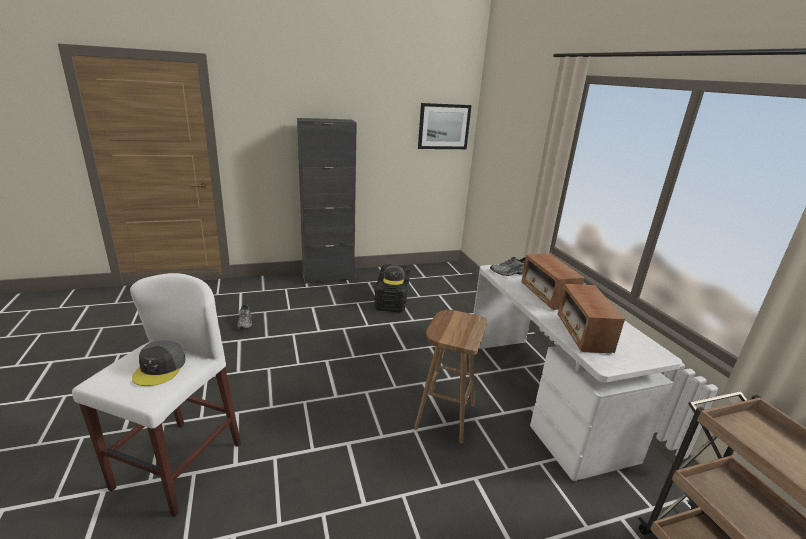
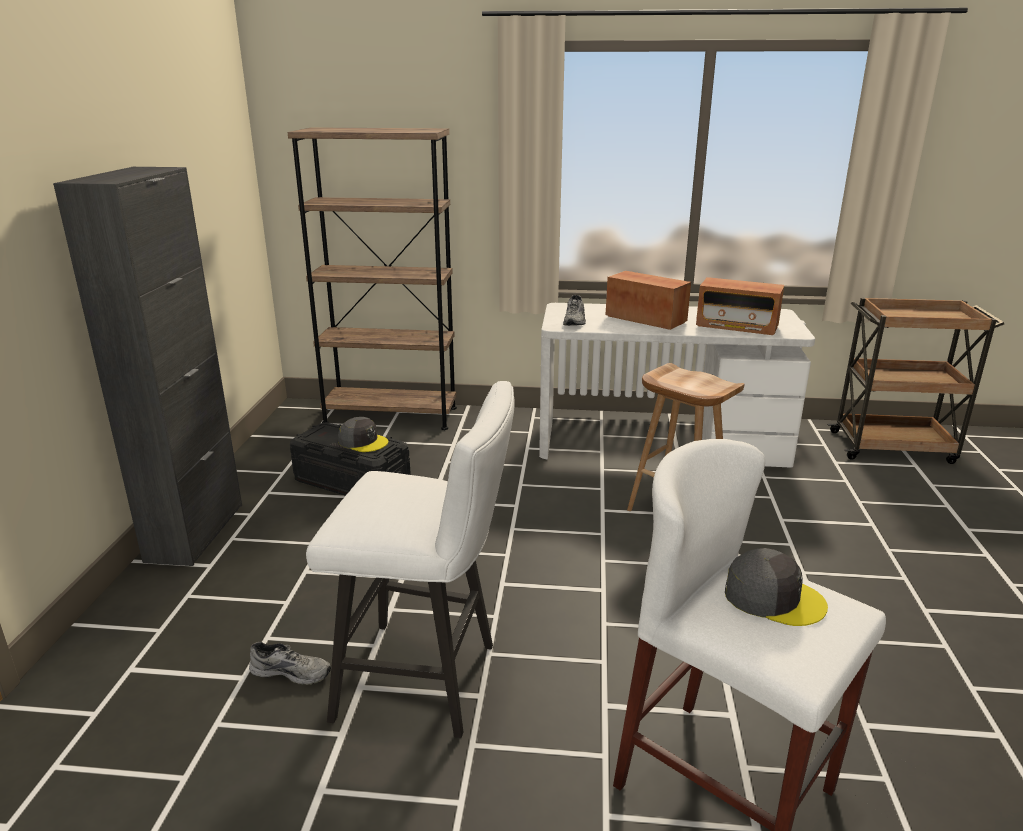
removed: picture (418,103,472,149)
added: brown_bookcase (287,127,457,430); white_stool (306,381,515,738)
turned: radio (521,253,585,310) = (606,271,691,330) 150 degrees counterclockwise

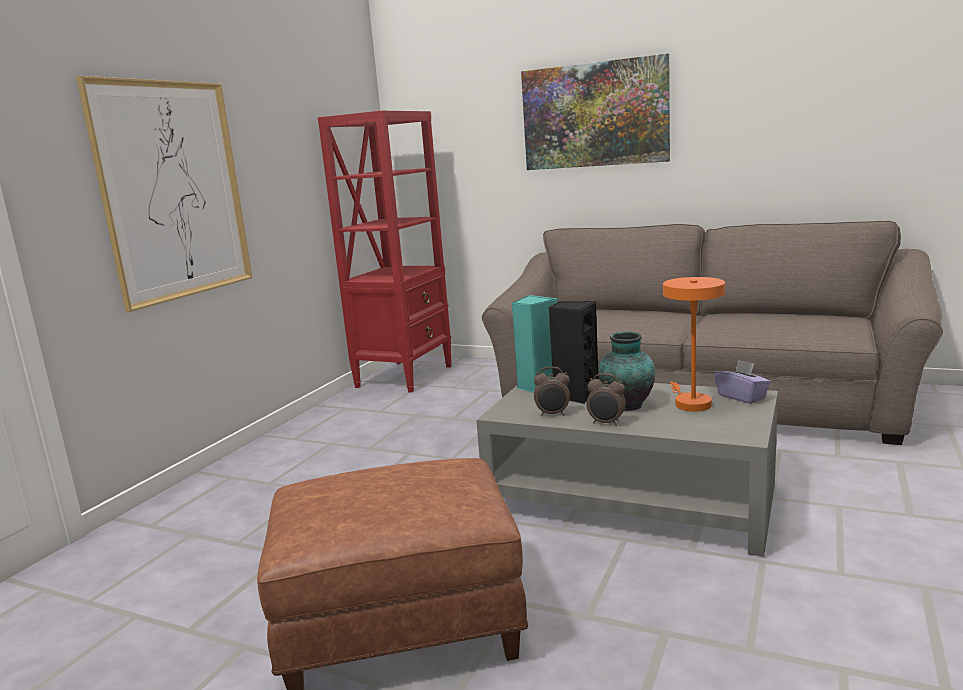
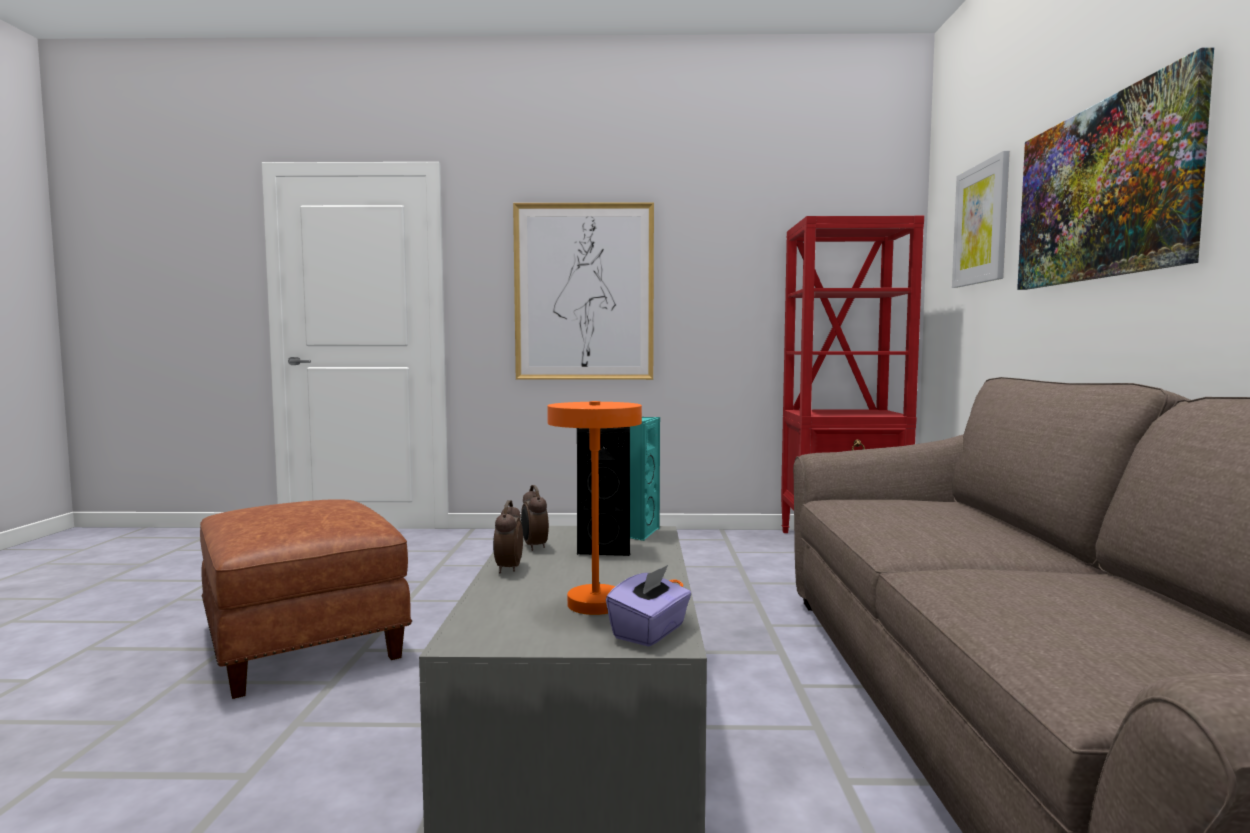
removed: vase (598,331,655,411)
added: picture (952,151,1010,288)

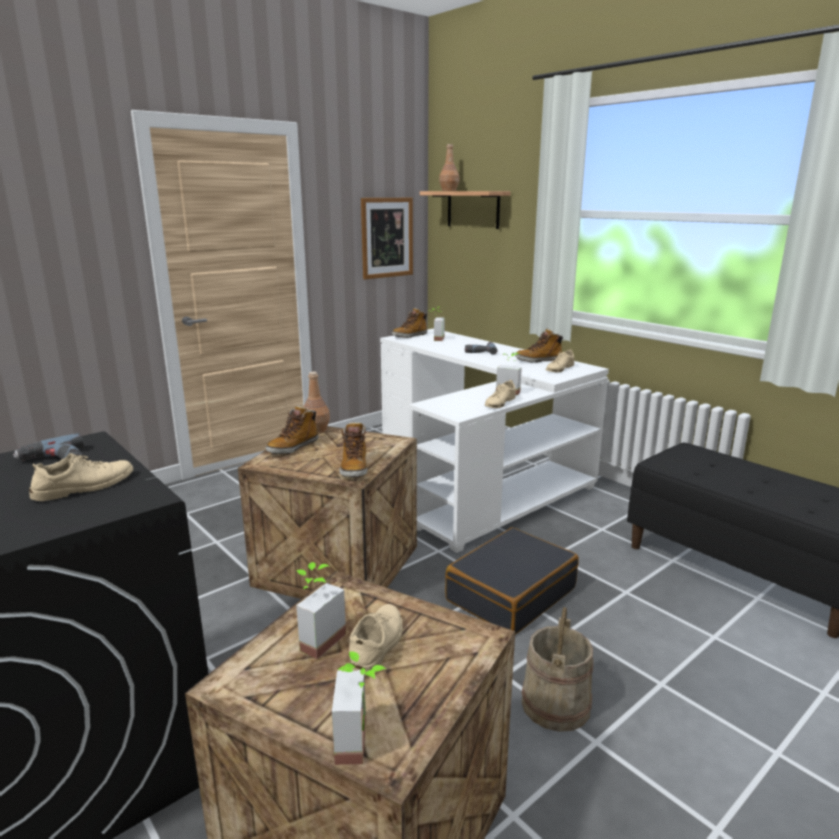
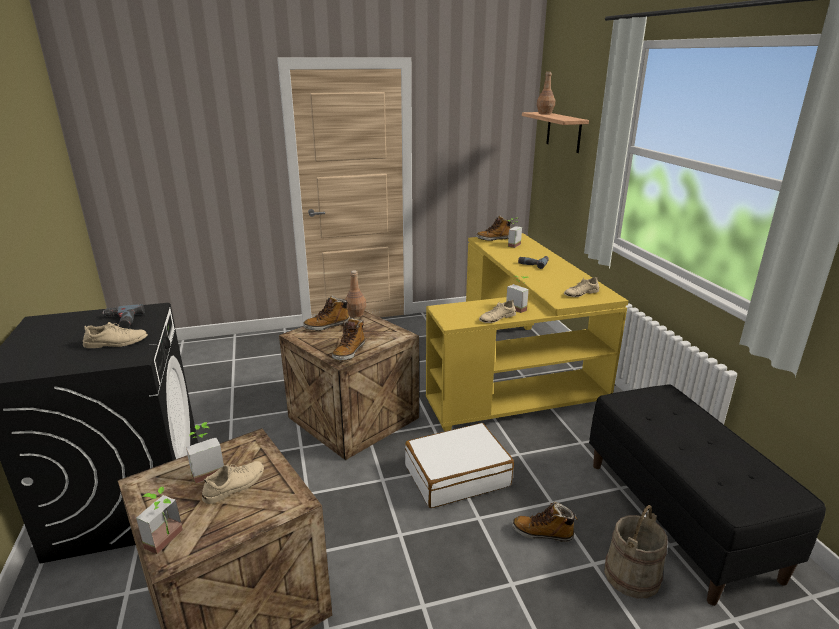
removed: picture (361,198,413,279)
moved: boot (515,328,564,363) to (512,502,578,542); beige_bucket (522,607,593,732) to (604,505,668,599)
recoloured: white_desk (380,329,609,553) to yellow_desk (426,233,628,431); black_suitcase (445,528,579,635) to white_suitcase (405,423,514,508)

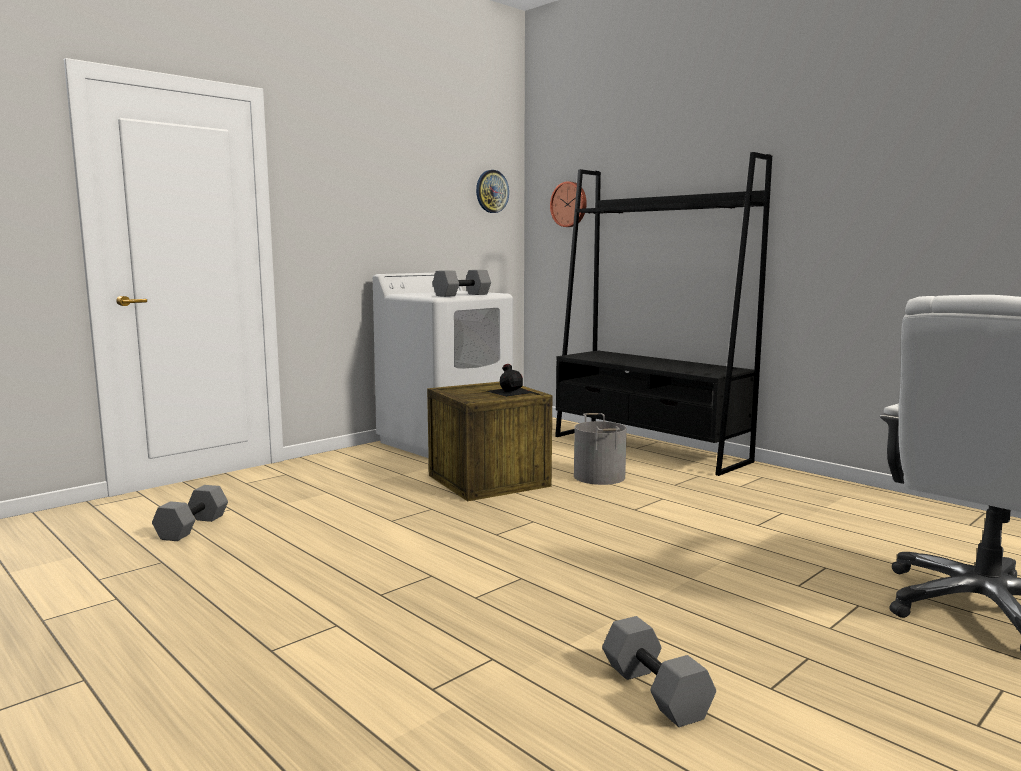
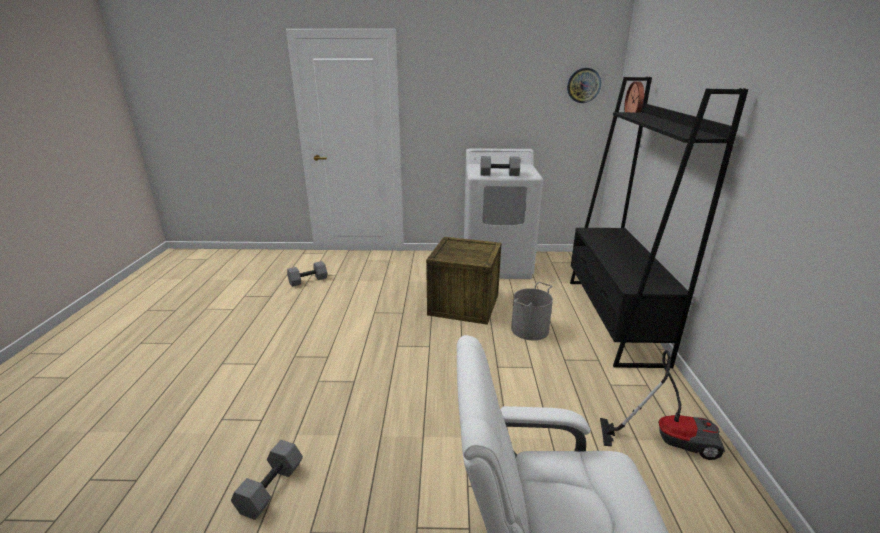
removed: black_bottle (487,364,535,397)
added: vacuum_cleaner (600,350,725,460)

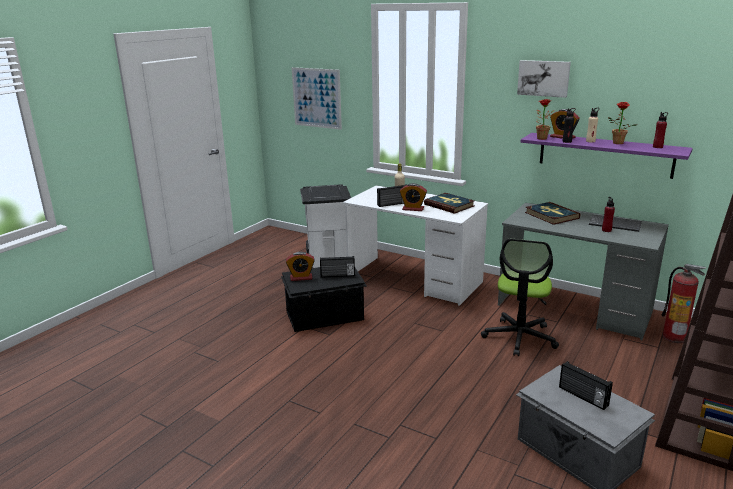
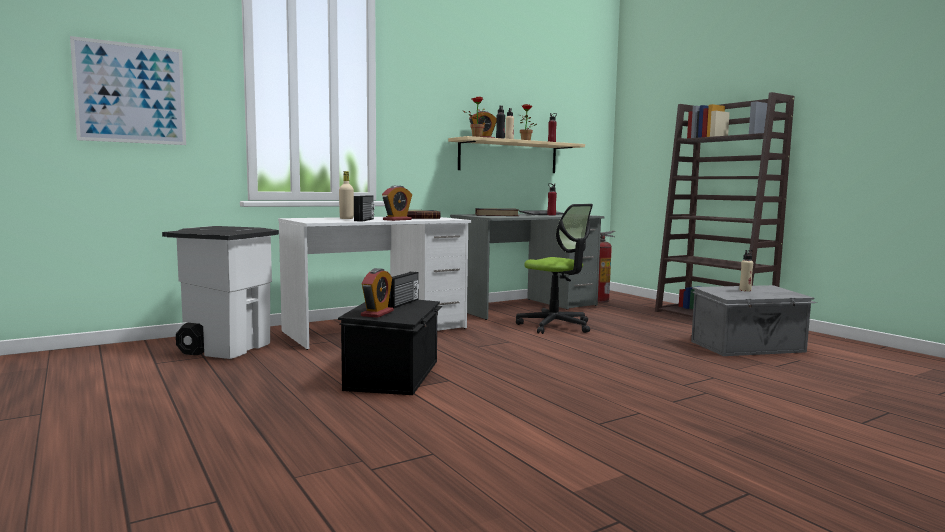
removed: picture (517,60,571,98)
replaced: radio (559,361,613,410) to beige_bottle (739,250,753,292)
recoloured: purple_shelf (521,133,693,179) to beige_shelf (448,136,585,173)

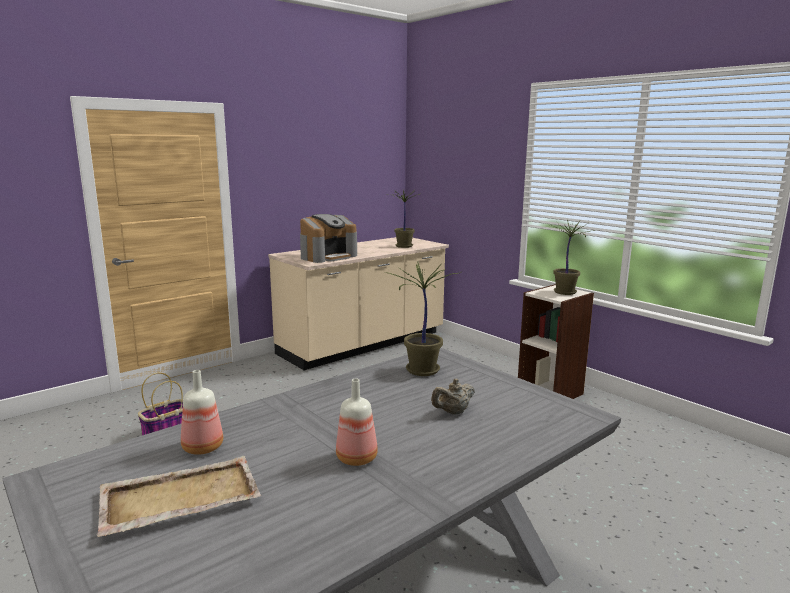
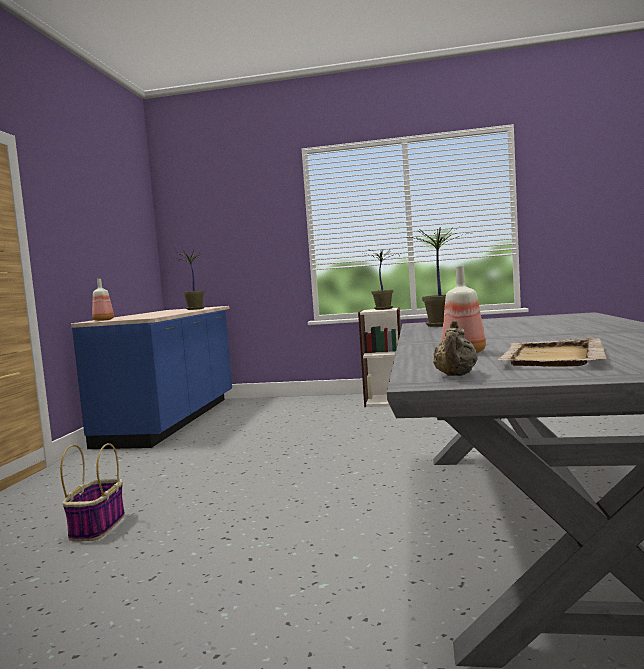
removed: coffee_machine (300,214,357,263)
moved: bottle (336,378,378,466) to (92,279,114,321); beige_teapot (431,379,475,415) to (433,320,477,376)
recoloured: beige_counter (268,237,449,370) to blue_counter (71,306,232,449)

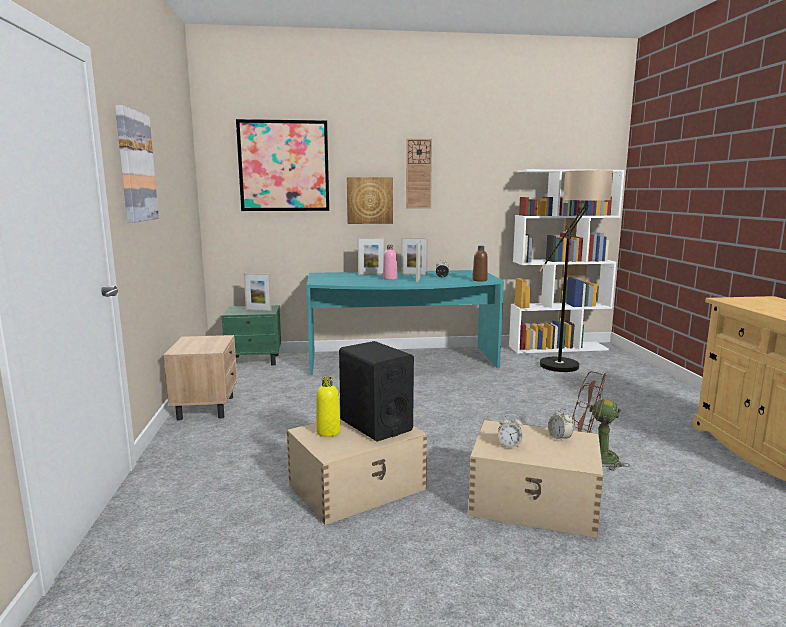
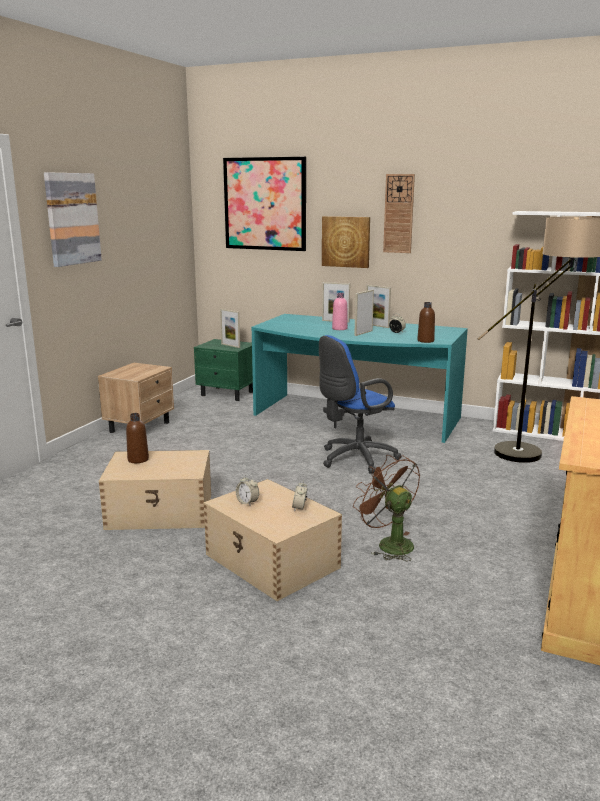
removed: black_speaker (339,341,414,442)
added: blue_office_chair (319,335,401,474)
recoloured: yellow_bottle (316,377,341,437) to brown_bottle (126,413,149,463)

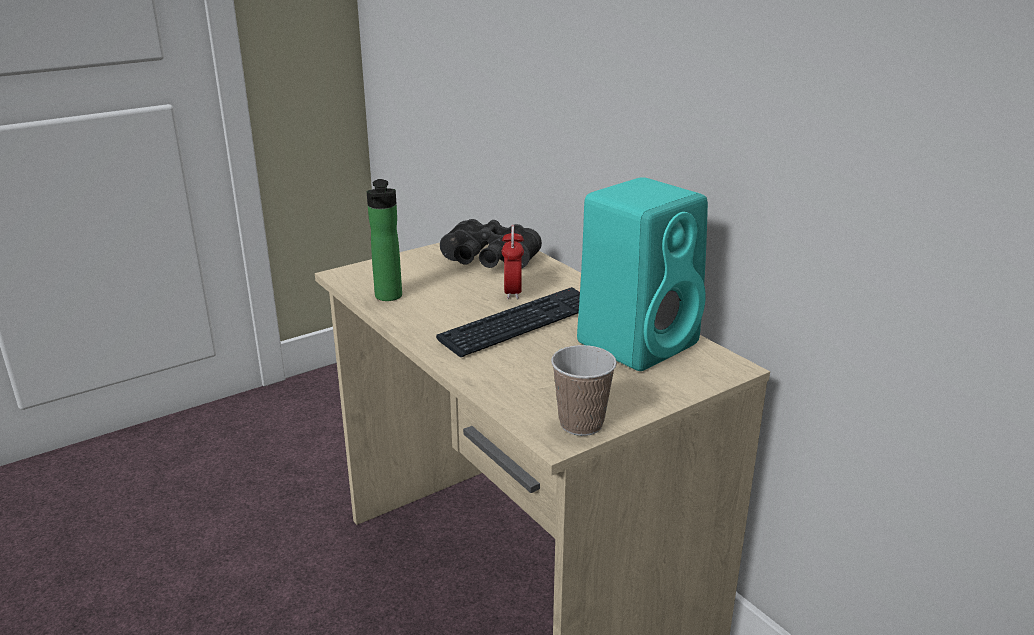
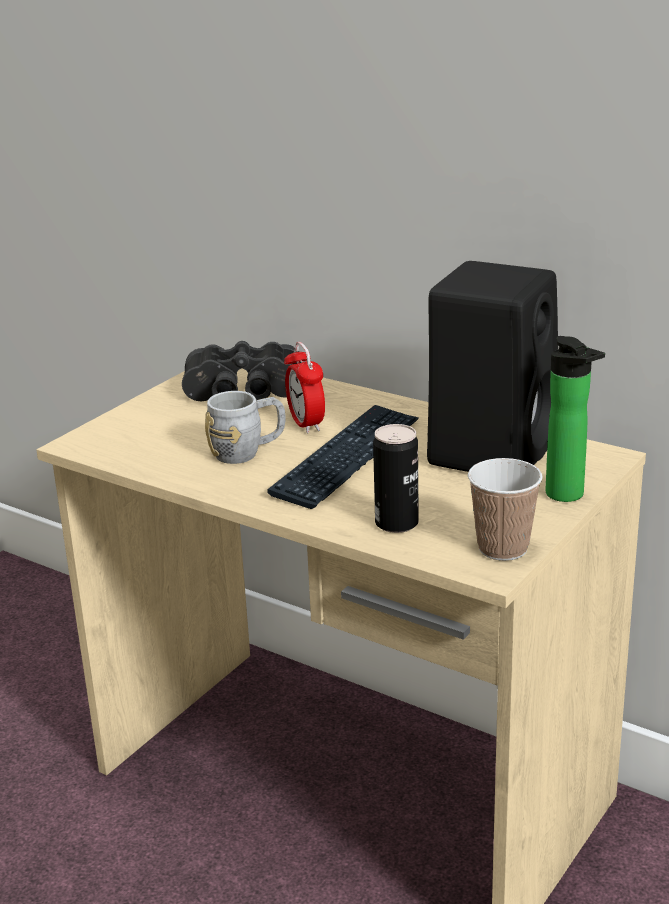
added: grey_mug (205,391,285,464); can (373,424,419,533)
moved: bottle (367,179,402,301) to (545,336,605,502)
recoloured: turquoise_speaker (577,177,708,371) to black_speaker (427,261,558,472)

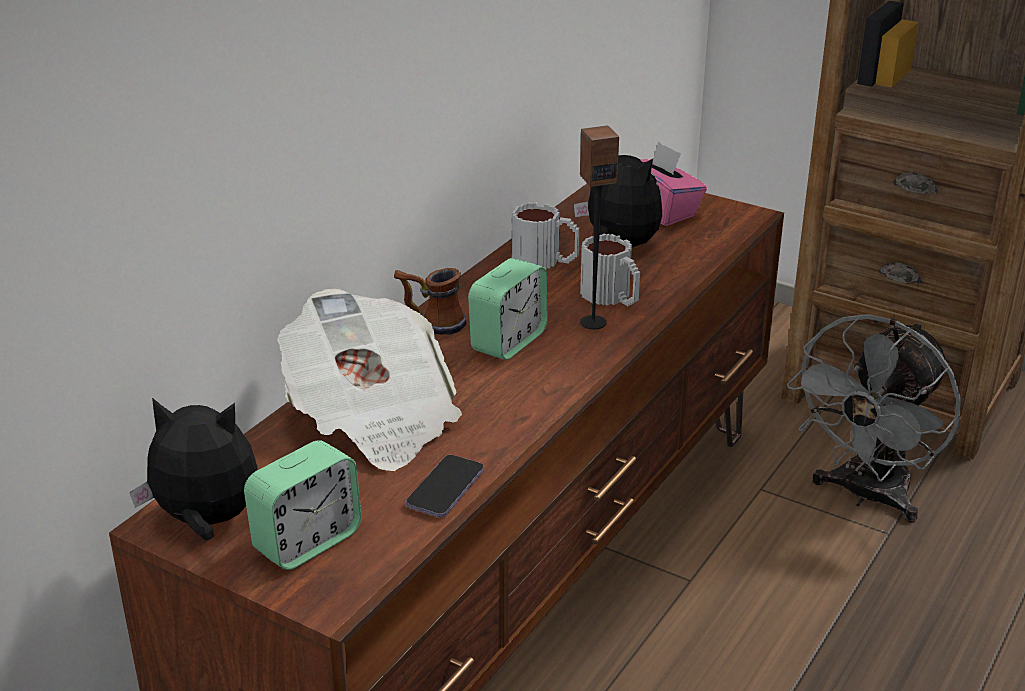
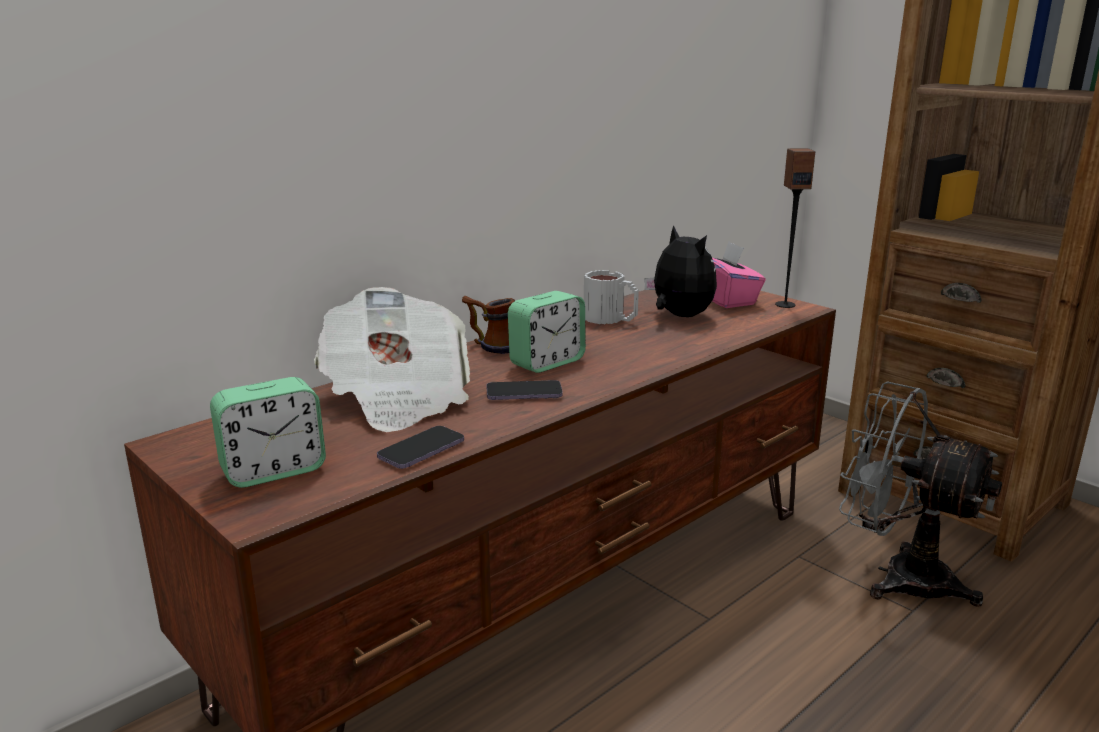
removed: mug (580,234,640,306); plush_toy (129,398,257,541)
added: phone (487,380,563,400)
moved: speaker (580,125,619,329) to (775,148,815,308)
turned: grey_fan (787,314,961,523) = (839,381,1002,607) 75 degrees clockwise

